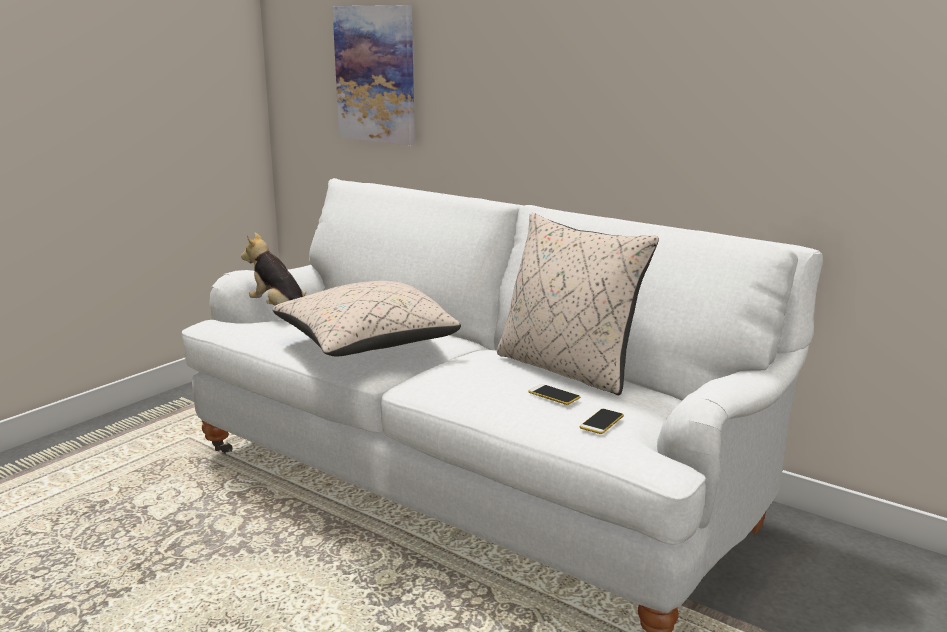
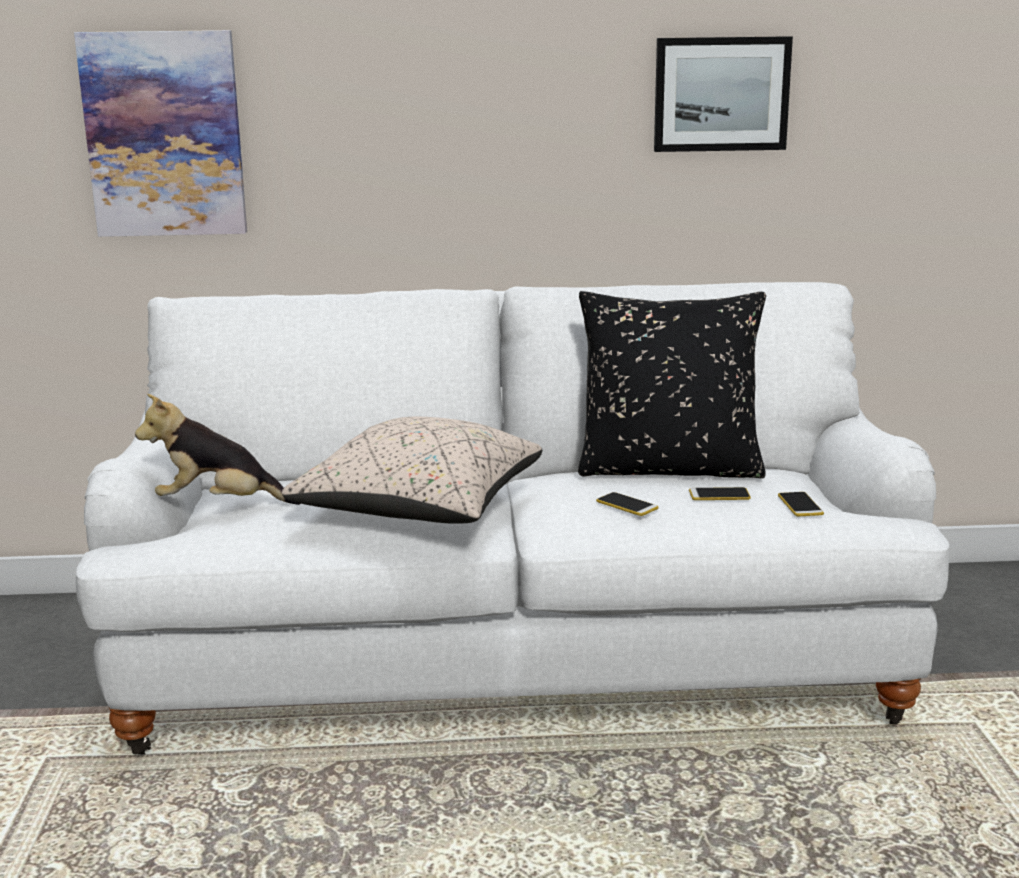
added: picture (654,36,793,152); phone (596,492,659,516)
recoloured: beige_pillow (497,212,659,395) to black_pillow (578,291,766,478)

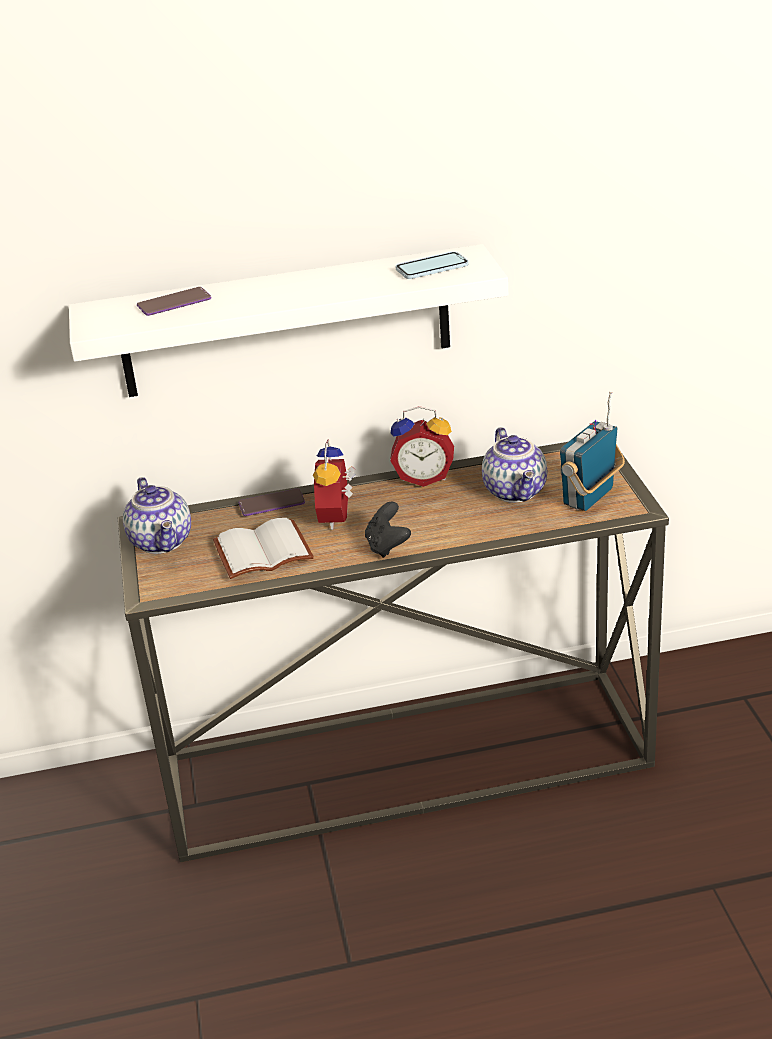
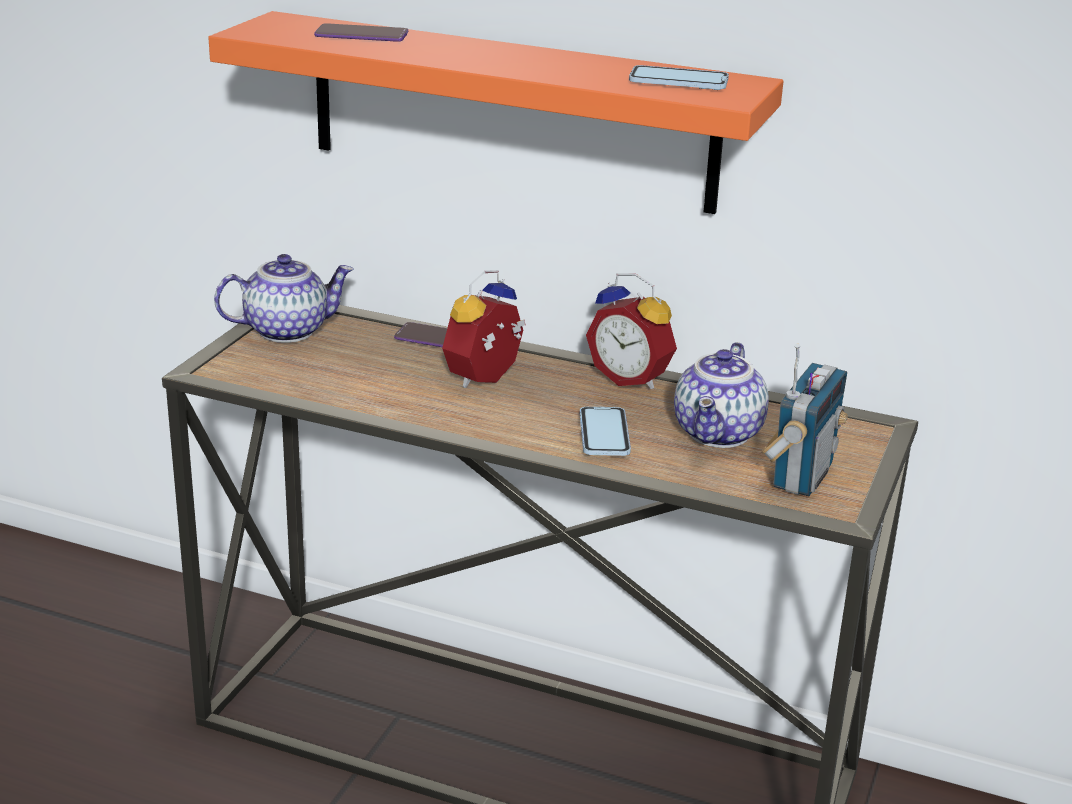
removed: black_game_controller (365,502,411,558); white_book (213,518,314,579)
added: phone (580,407,631,456)
recoloured: white_shelf (69,244,508,397) to orange_shelf (208,11,783,214)
turned: radio (560,392,625,511) = (761,343,848,496) 135 degrees clockwise; teapot (123,477,191,554) = (214,254,354,343) 120 degrees counterclockwise

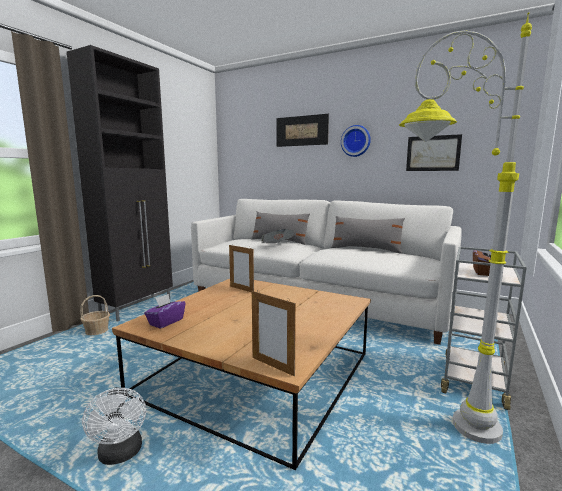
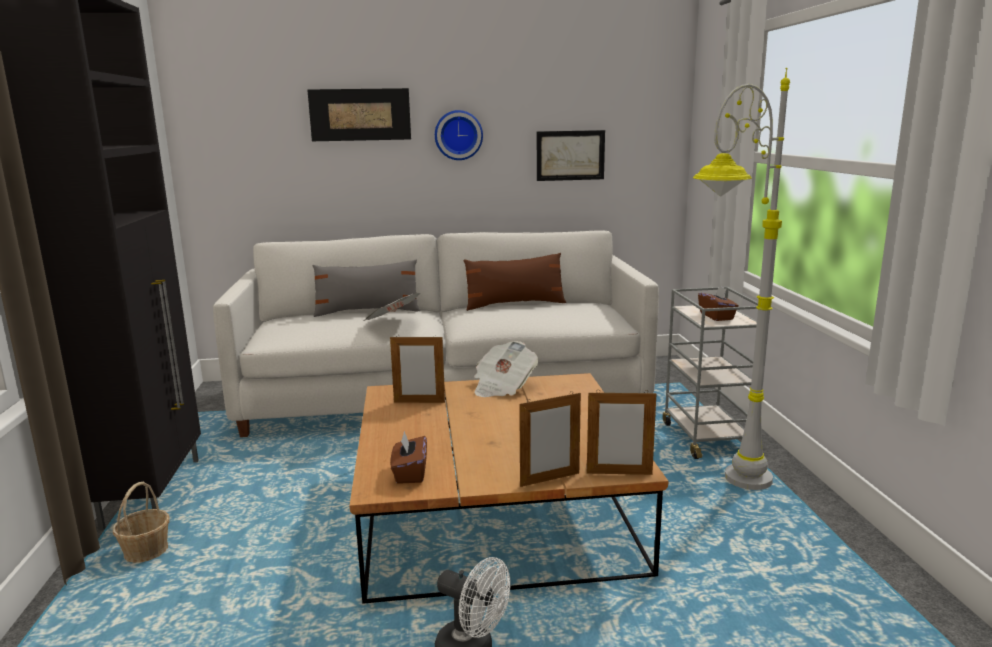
added: newspaper (474,341,538,397); picture_frame (519,391,581,487)
recoloured: grey_pillow (331,216,405,253) to brown_pillow (464,253,566,311); purple_tissue_box (144,294,186,329) to brown_tissue_box (390,431,427,484)

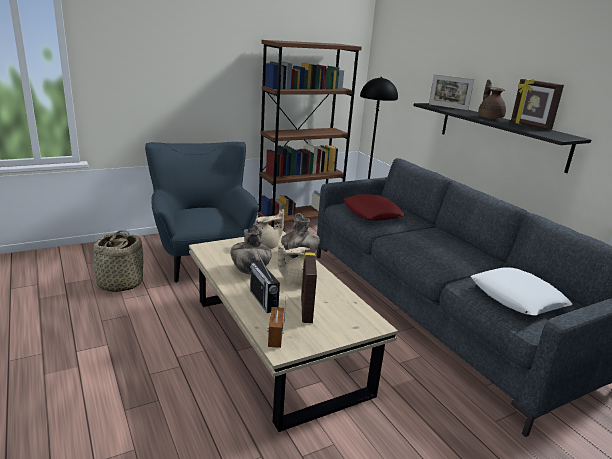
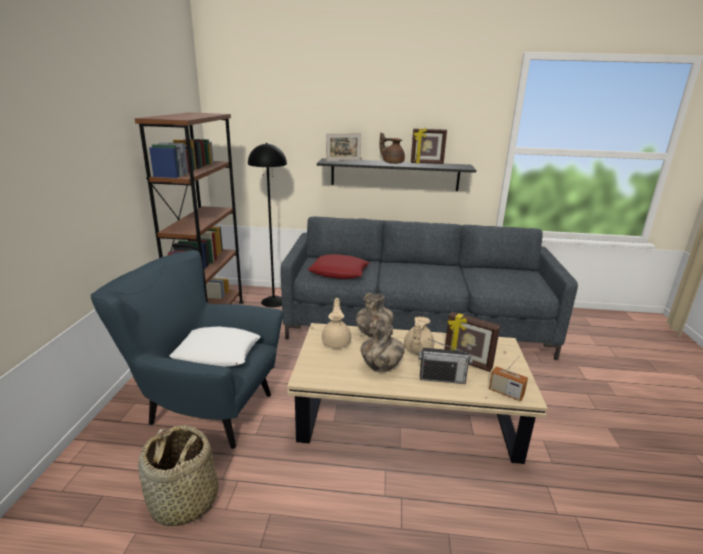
moved: white_pillow (471,267,573,315) to (170,327,260,367)

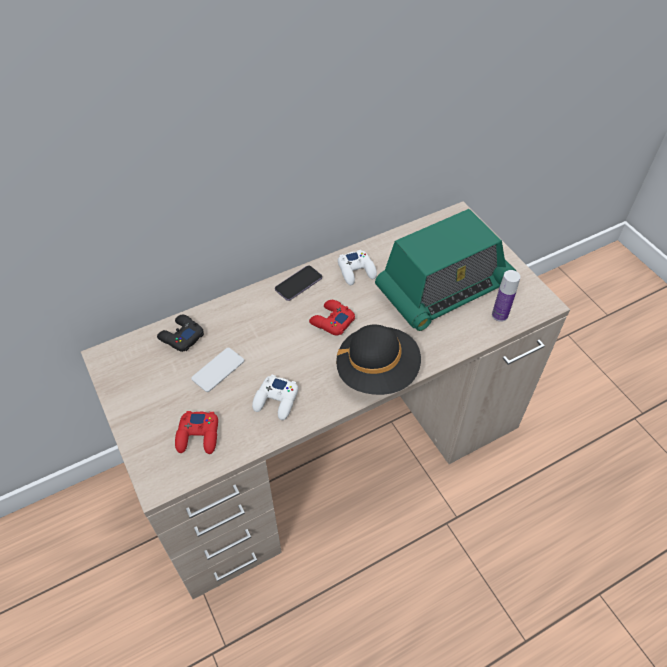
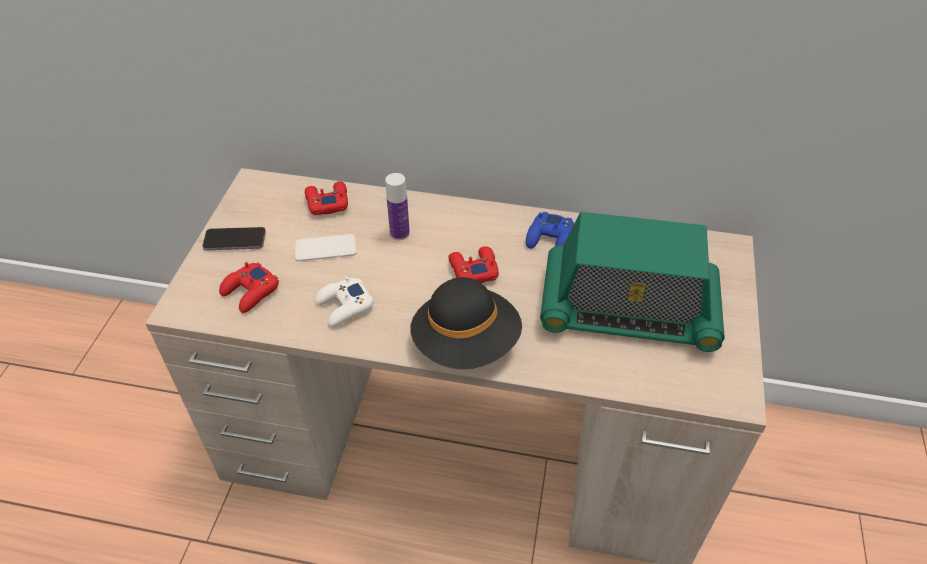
moved: phone (275,265,322,301) to (202,227,266,250); bottle (492,270,520,322) to (385,173,410,240)
recoloured: white_game_controller (338,250,377,285) to blue_game_controller (526,212,574,249); black_game_controller (157,315,204,352) to red_game_controller (305,181,348,215)

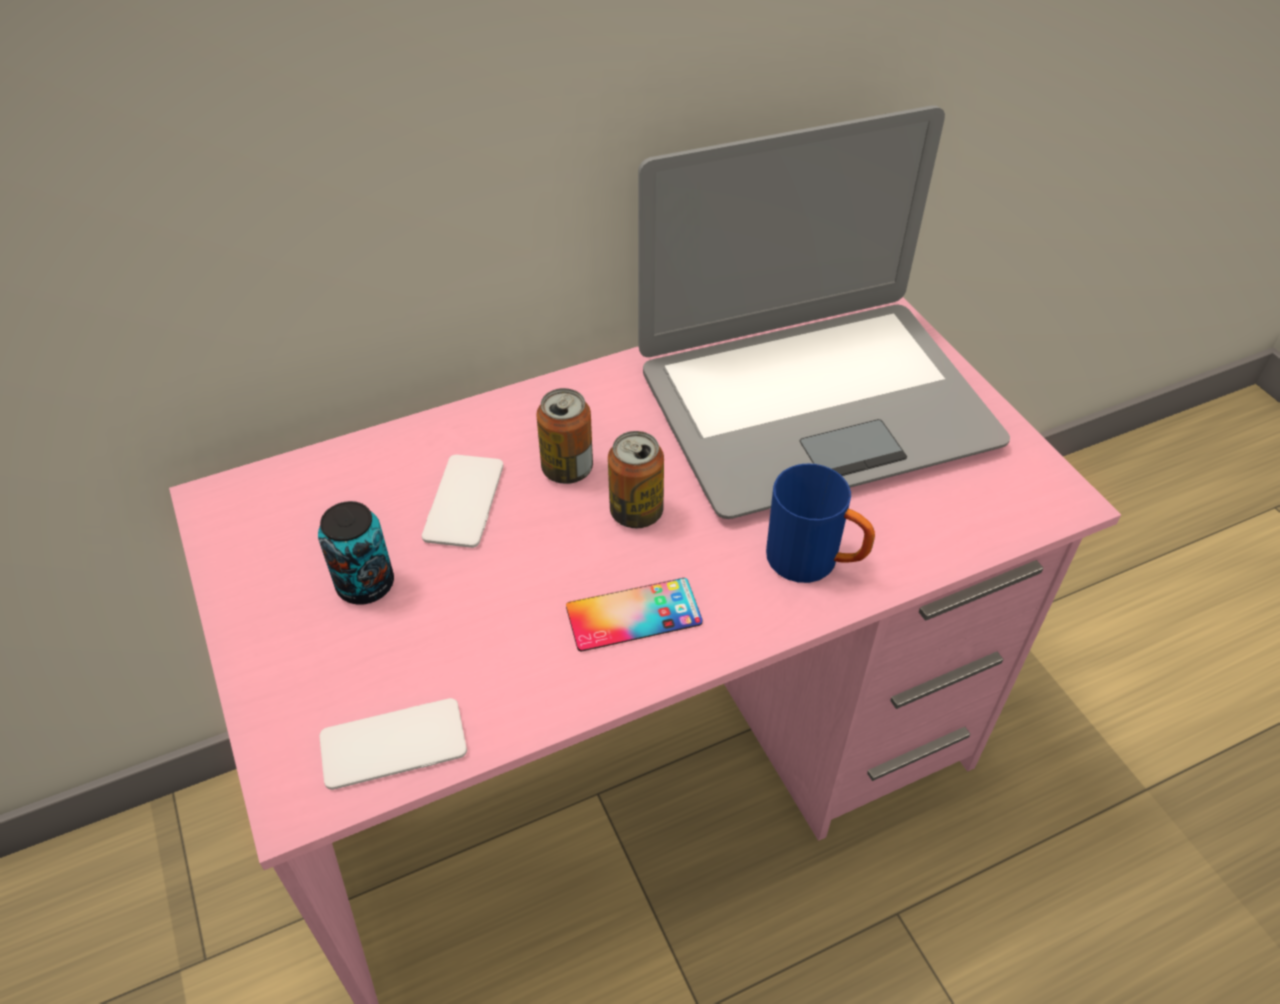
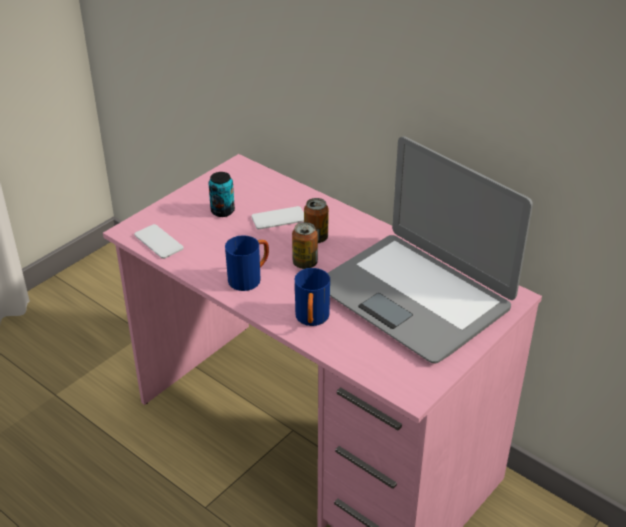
replaced: phone (566,578,702,651) to blue_mug (225,235,269,291)

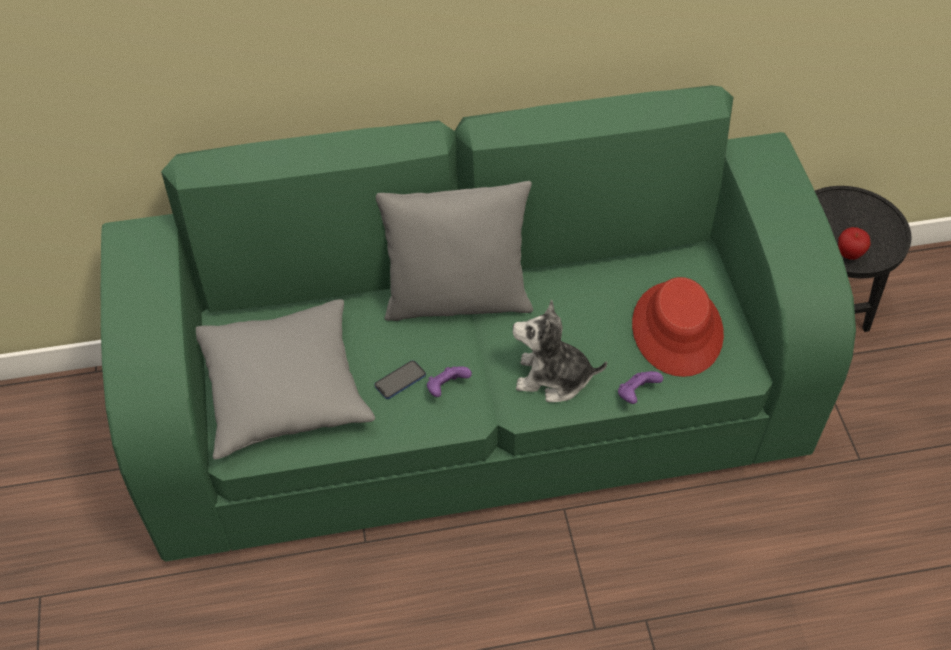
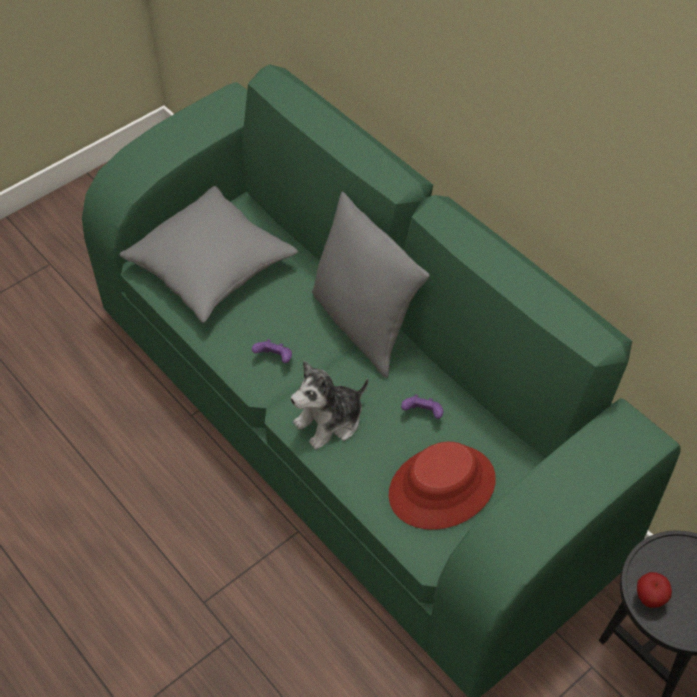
removed: phone (374,360,426,399)
moved: purple_game_controller (618,371,663,404) to (401,394,443,419)
turned: plush_toy (513,299,607,402) = (291,361,368,450) 105 degrees counterclockwise

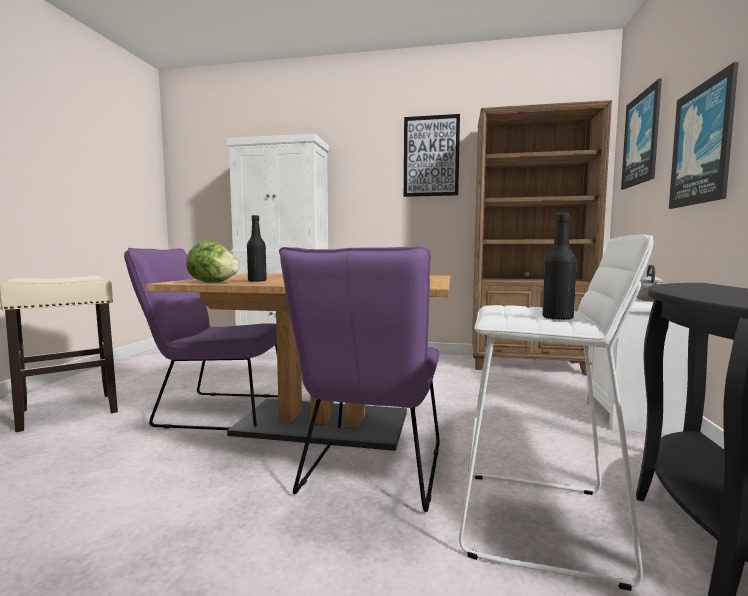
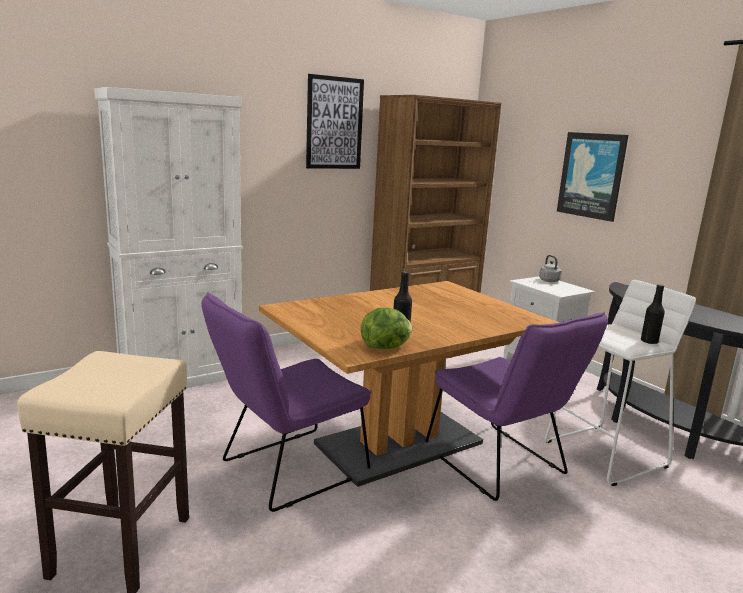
removed: picture (621,79,662,190)

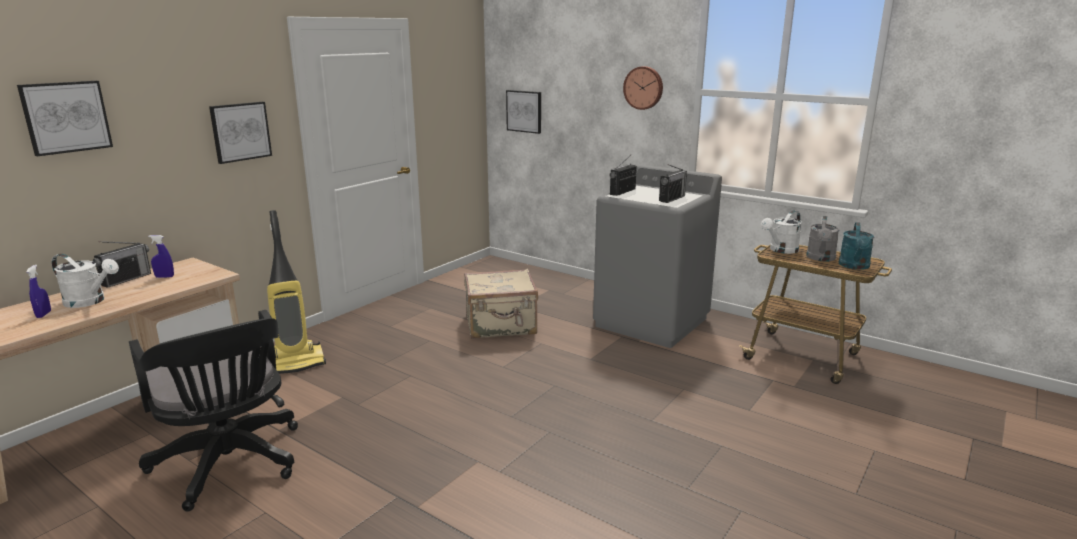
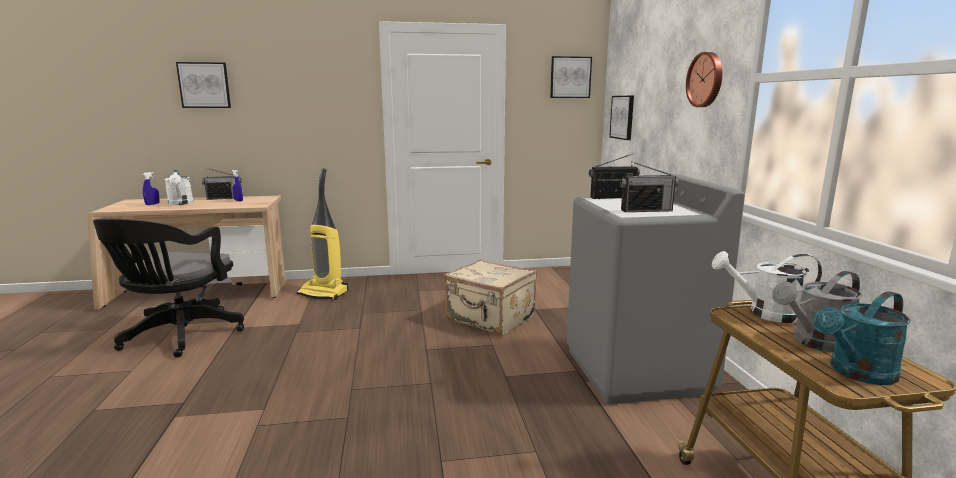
moved: picture (209,102,272,164) to (550,56,592,98)

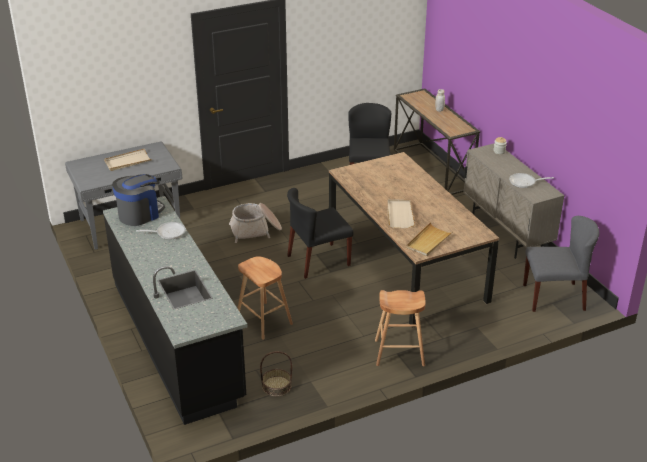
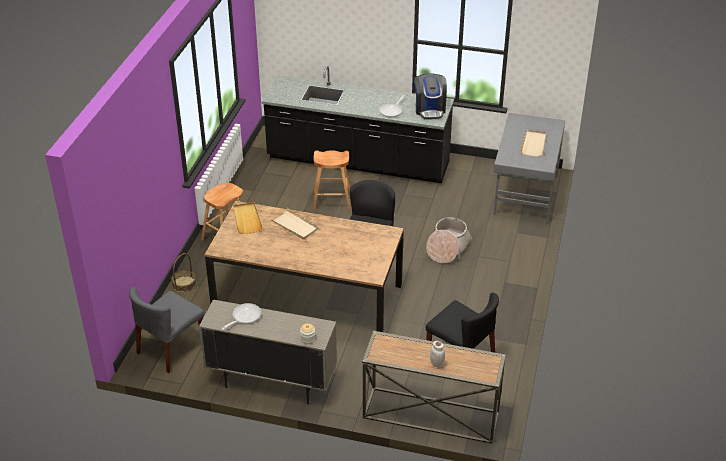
moved: basket (260,351,292,396) to (171,253,196,292)

